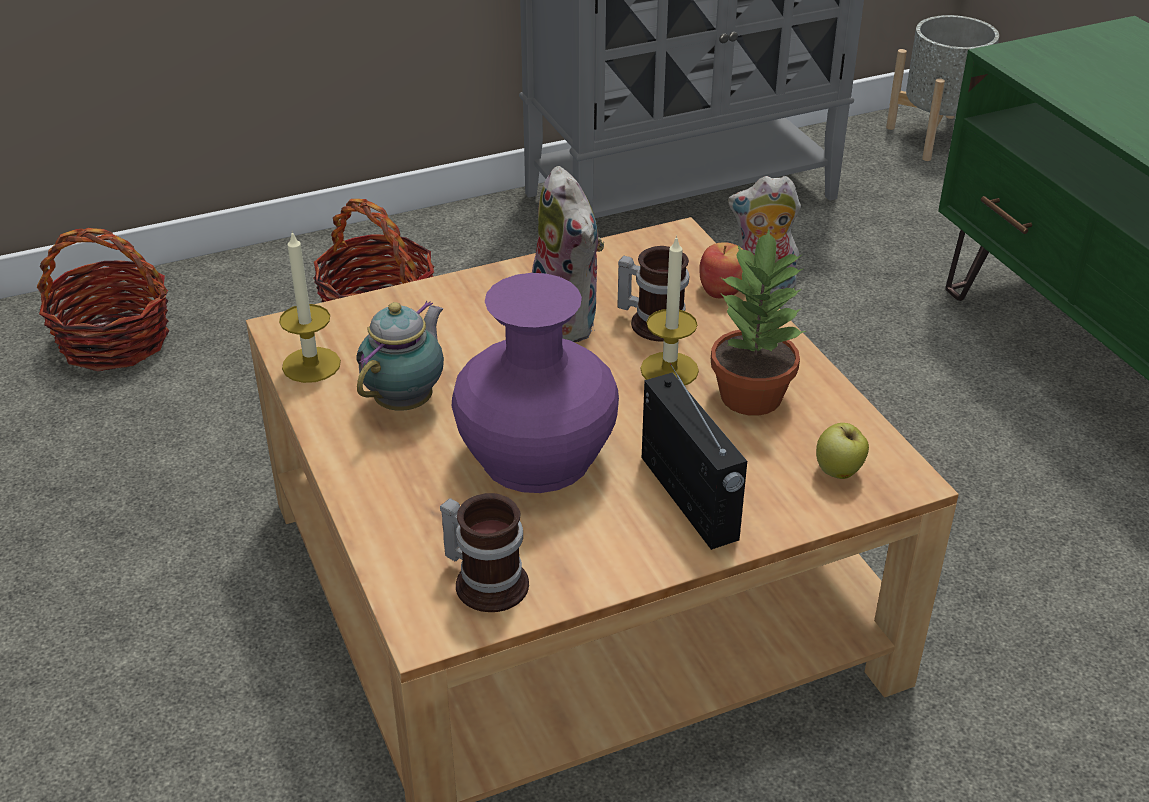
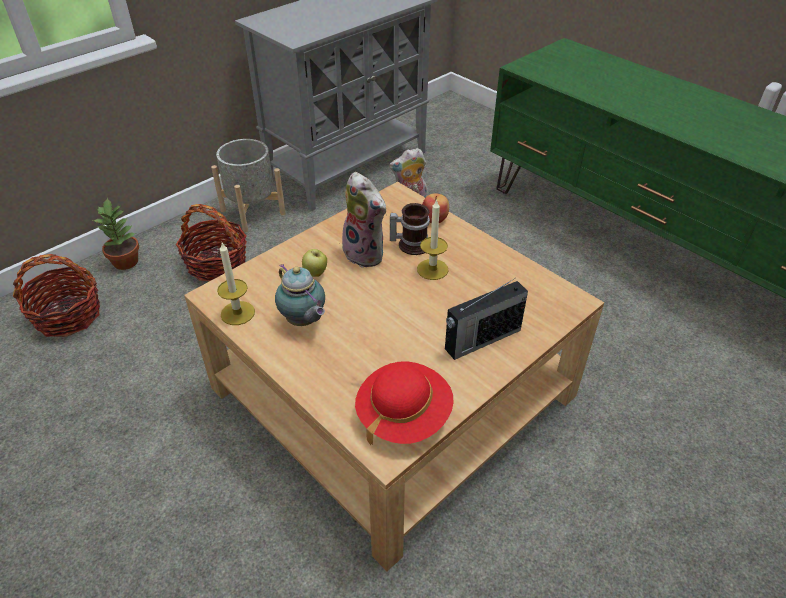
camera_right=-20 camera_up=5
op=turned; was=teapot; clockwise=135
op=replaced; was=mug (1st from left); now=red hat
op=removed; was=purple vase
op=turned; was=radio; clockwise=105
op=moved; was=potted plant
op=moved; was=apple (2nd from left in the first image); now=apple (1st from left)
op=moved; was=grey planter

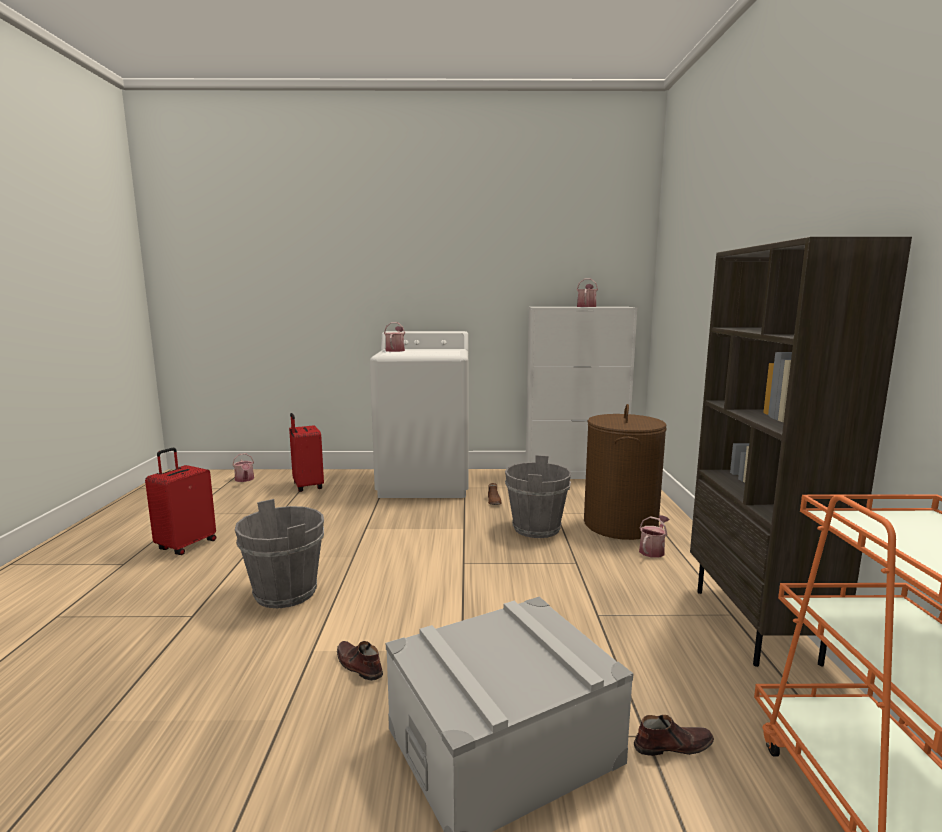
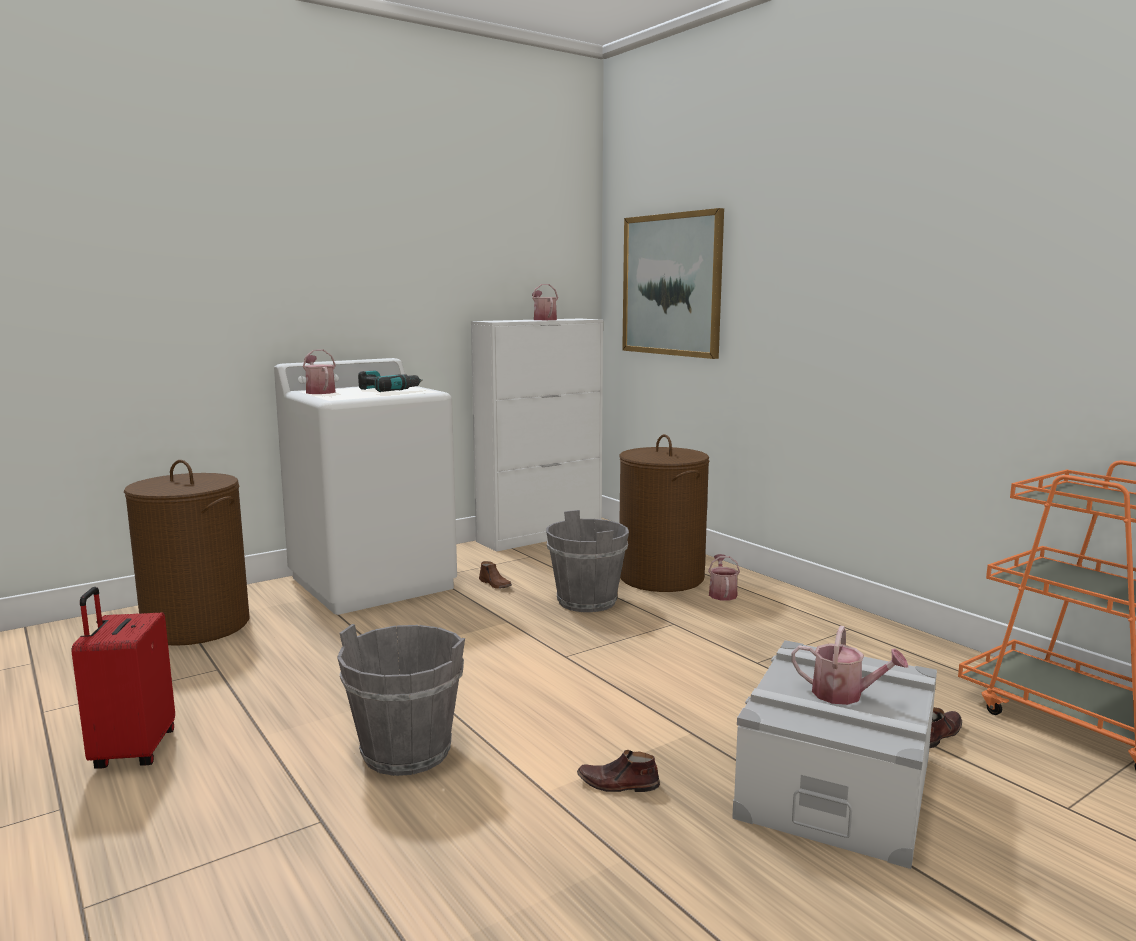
camera_right=-35 camera_up=0
op=moved; was=watering can (1st from left in the first image); now=watering can (4th from left)
op=replaced; was=red suitcase (2nd from left); now=brown laundry basket (1st from left)
op=removed; was=brown bookcase
op=added; now=power drill
op=added; now=picture

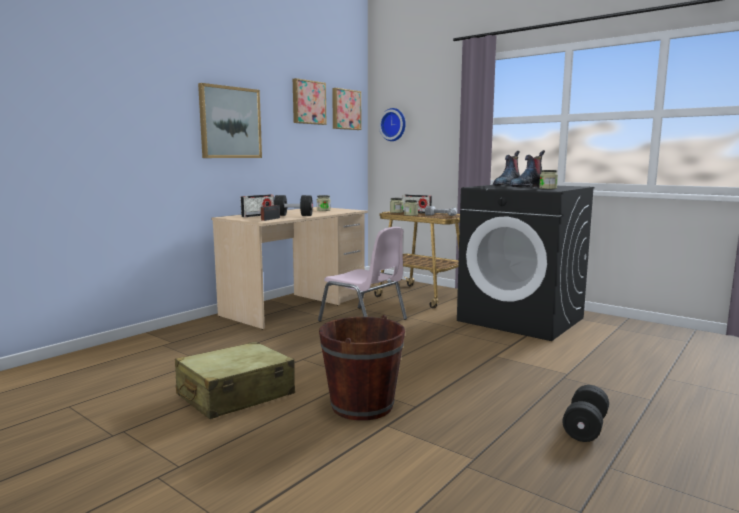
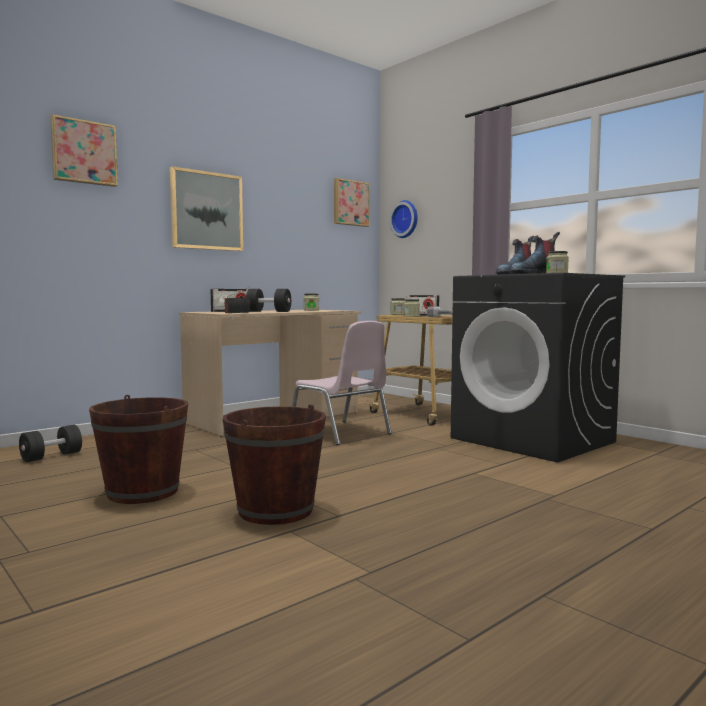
camera_right=10 camera_up=-5
op=replaced; was=beige suitcase; now=brown bucket (1st from left)
op=moved; was=picture (2nd from left in the first image); now=picture (1st from left)
op=moved; was=black dumbbell (2nd from left in the first image); now=black dumbbell (1st from left)

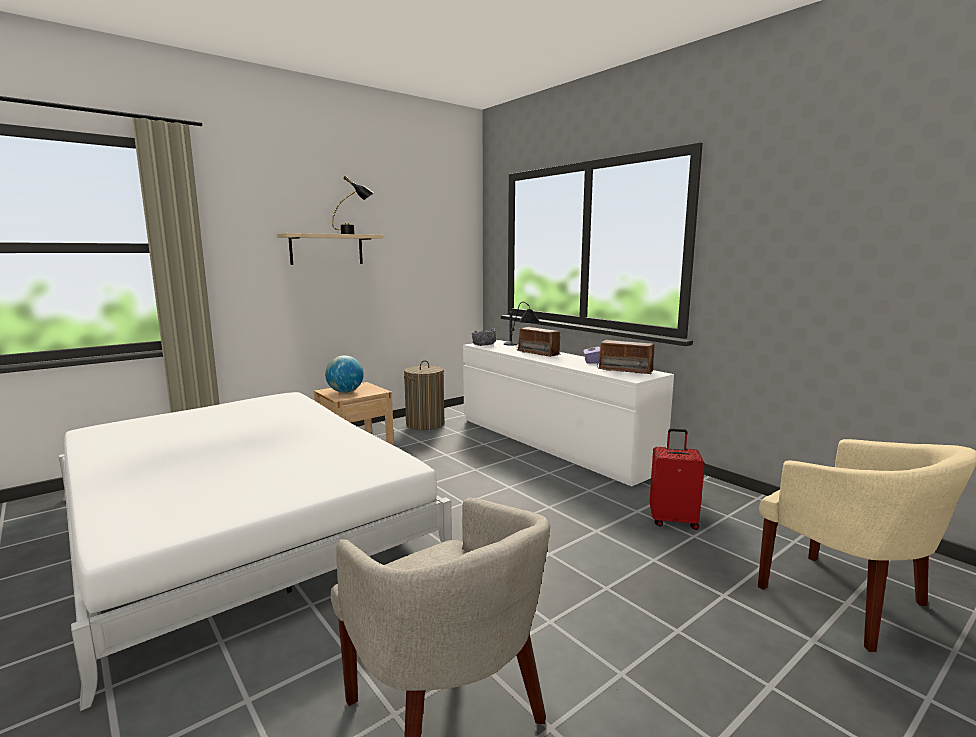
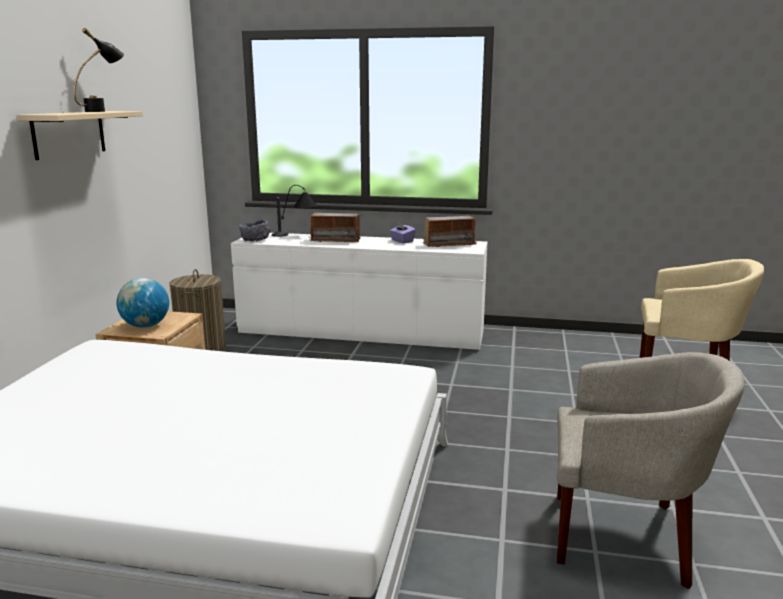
camera_right=-40 camera_up=5
op=removed; was=red suitcase

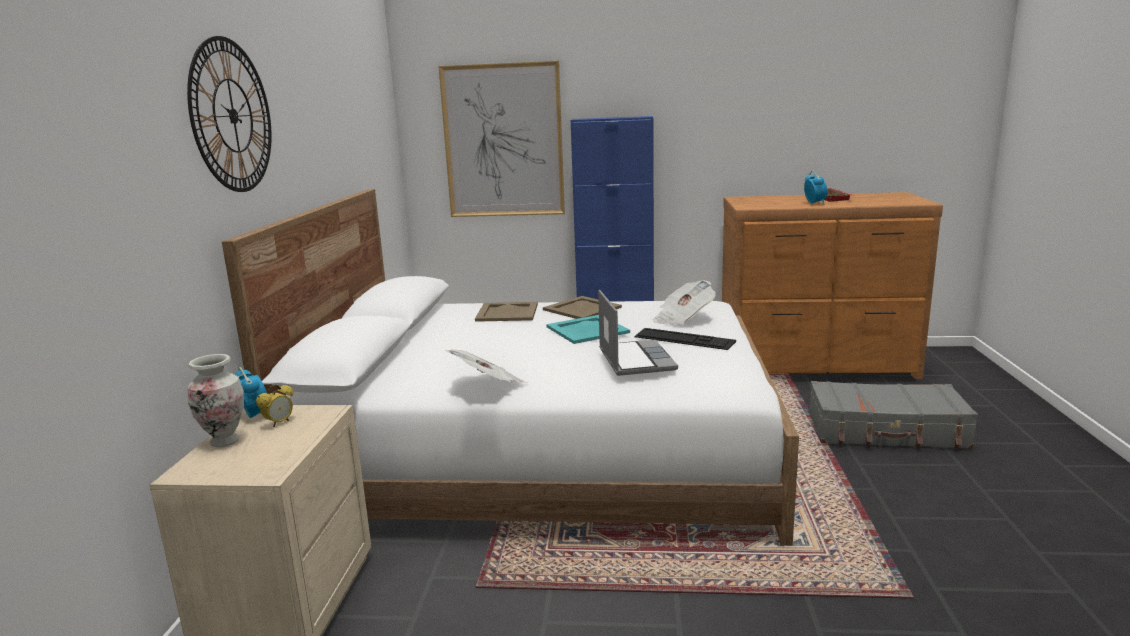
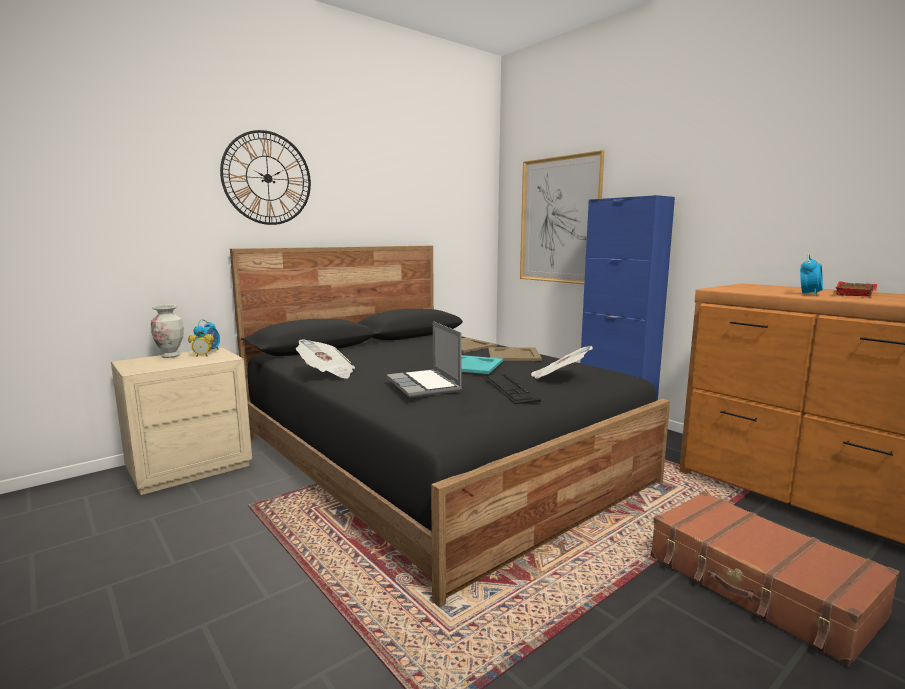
camera_right=45 camera_up=-5
op=recoloured; was=white bed; now=black bed
op=turned; was=laptop; clockwise=120
op=recoloured; was=grey suitcase; now=brown suitcase

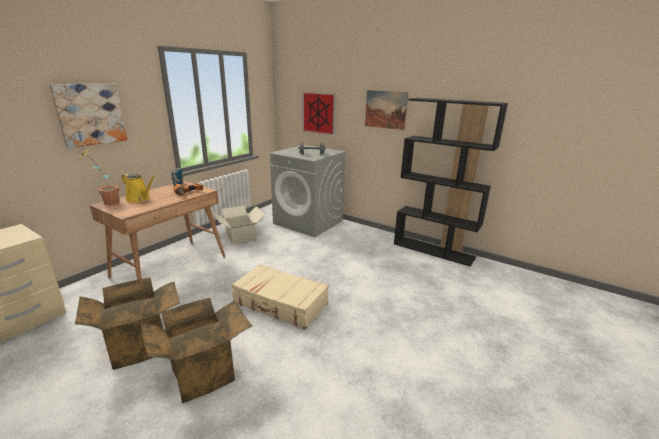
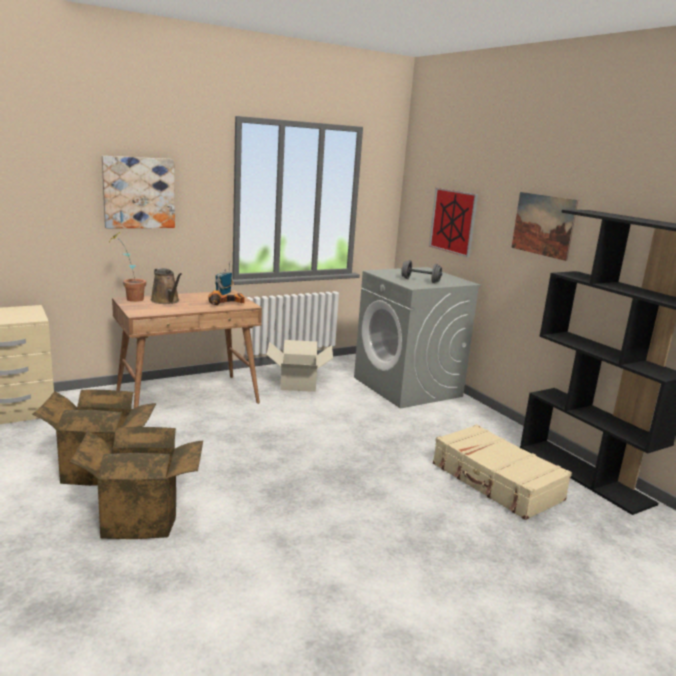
camera_right=25 camera_up=-5
op=recoloured; was=yellow watering can; now=brown watering can
op=moved; was=beige suitcase

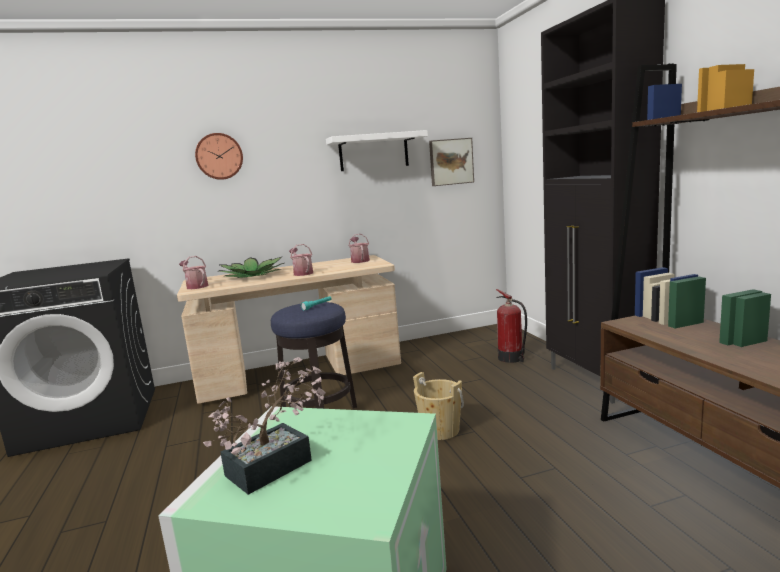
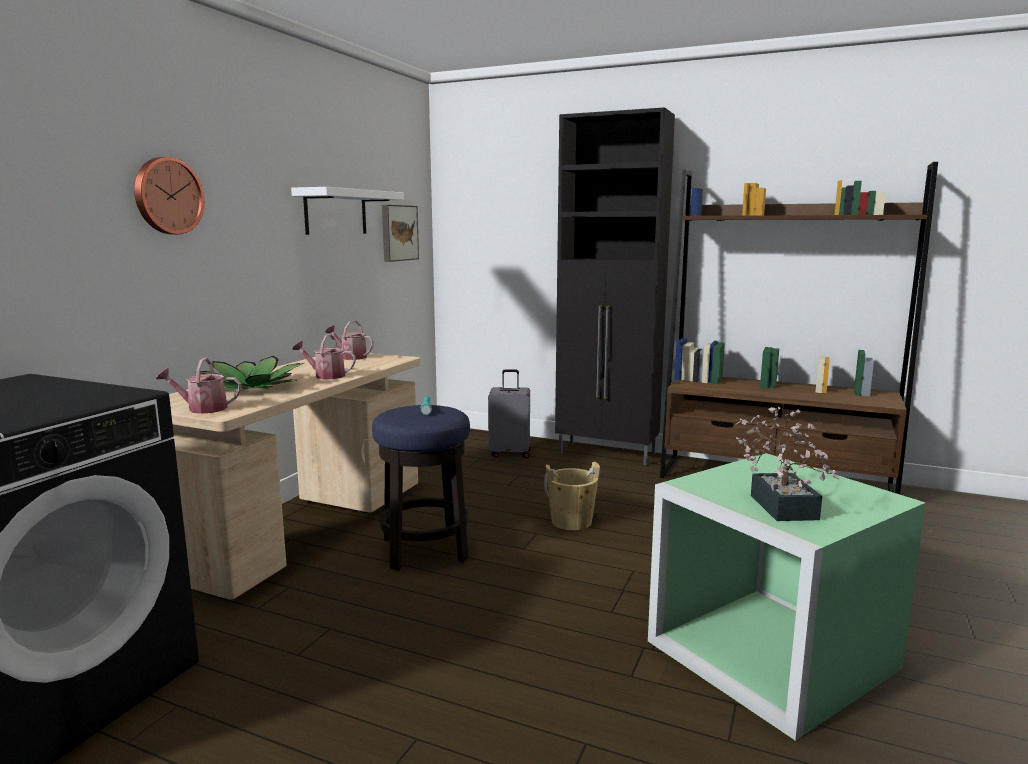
camera_right=-50 camera_up=0
op=replaced; was=fire extinguisher; now=grey suitcase

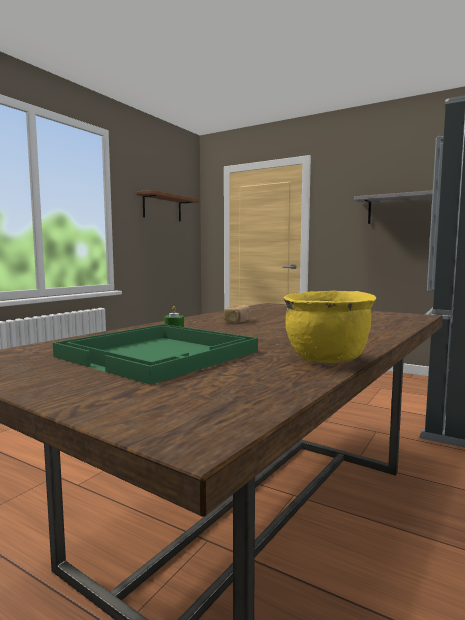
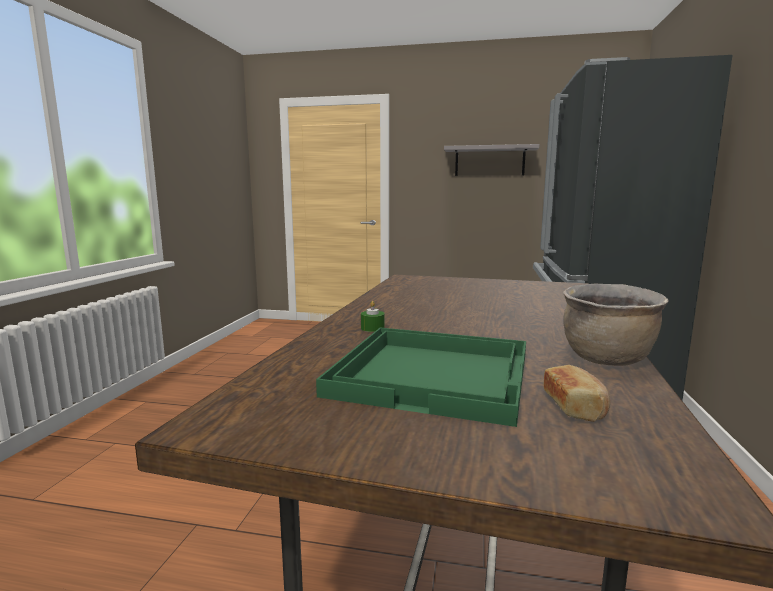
camera_right=-20 camera_up=5
op=removed; was=brown shelf
op=moved; was=bread
op=recoloured; was=yellow cooking pot; now=brown cooking pot

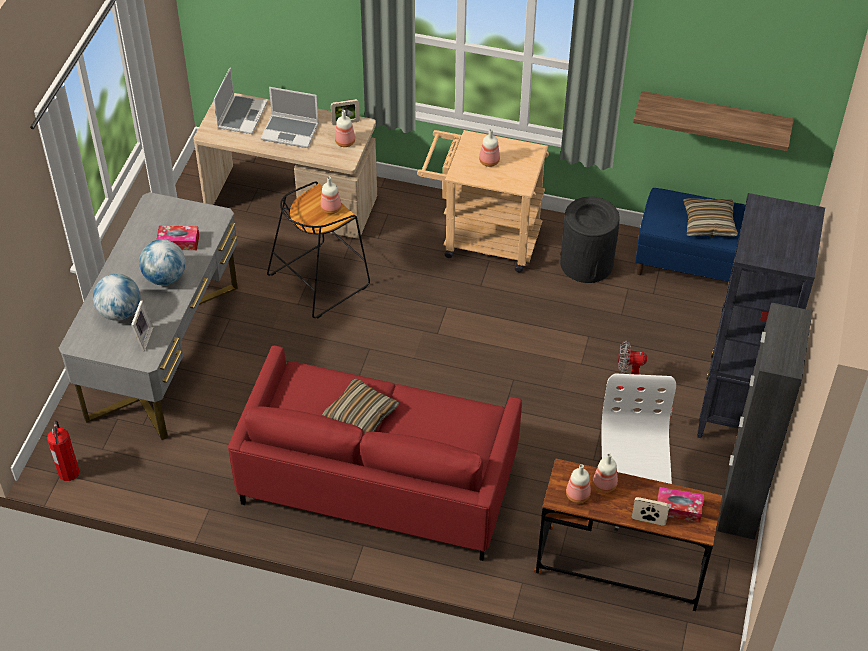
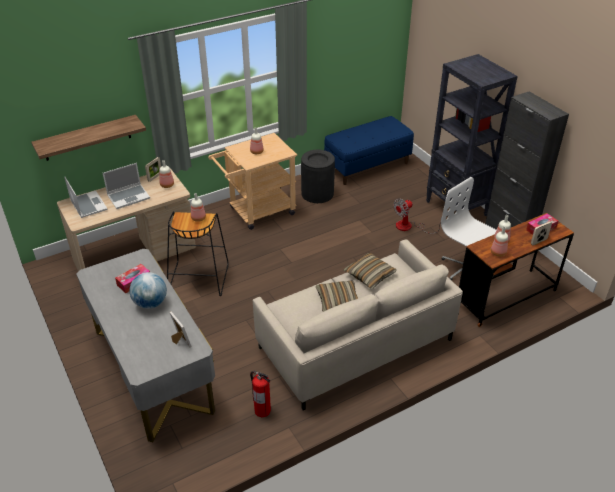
camera_right=-45 camera_up=-10
op=moved; was=fire extinguisher
op=removed; was=globe (1st from left)
op=recoloured; was=red sofa; now=beige sofa
op=moved; was=shelf
op=moved; was=pillow (2nd from left)

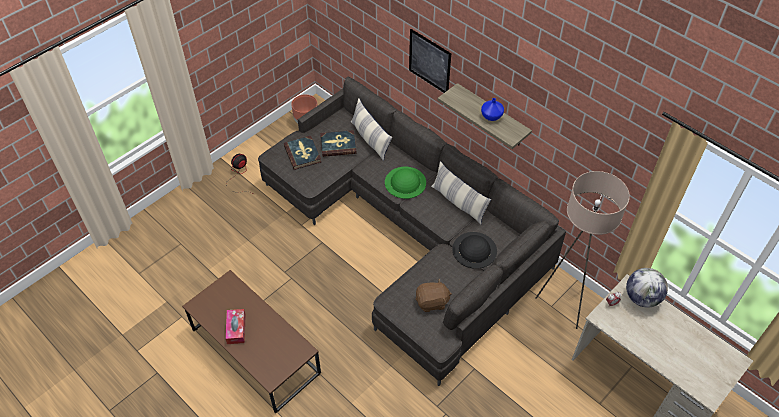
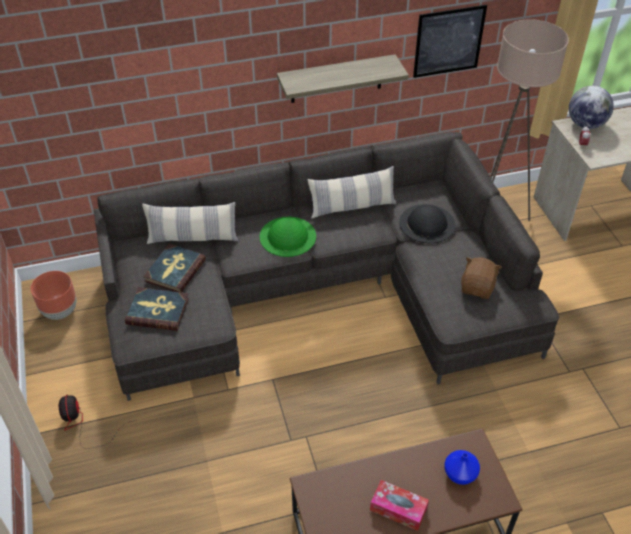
camera_right=-60 camera_up=-5
op=moved; was=picture
op=moved; was=blue vase

